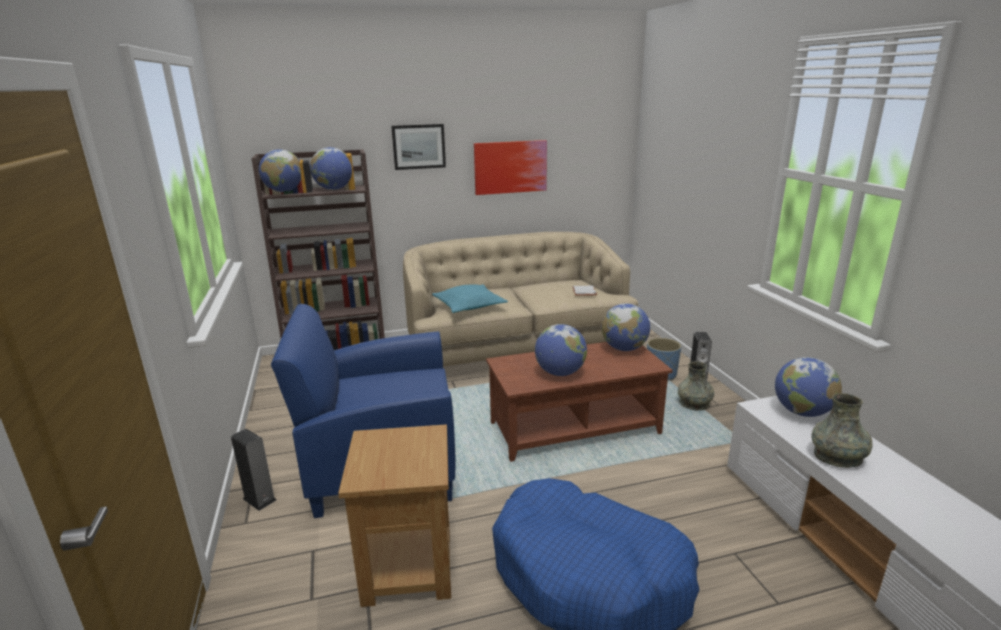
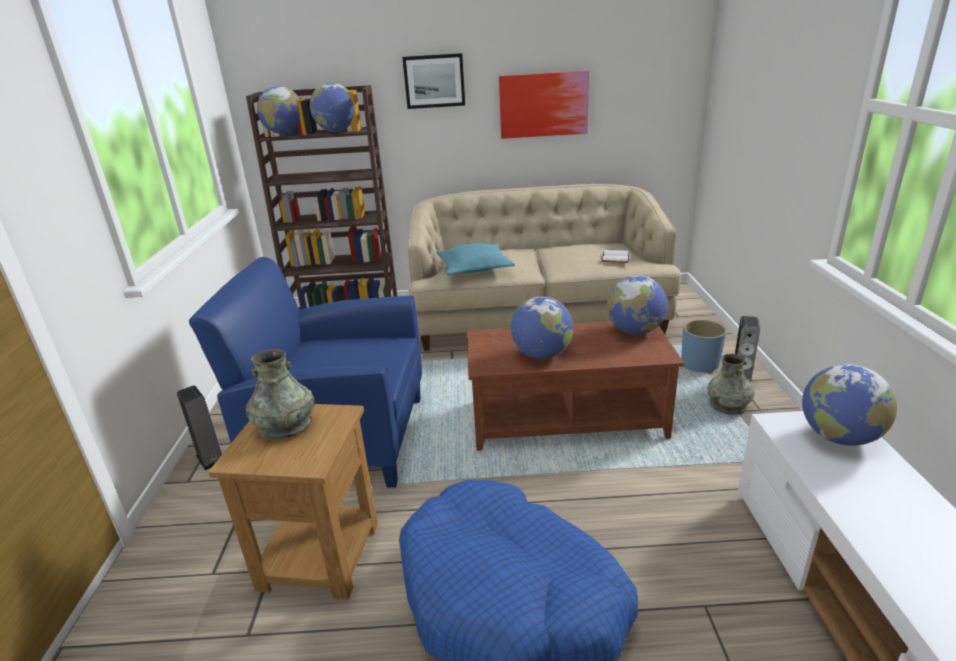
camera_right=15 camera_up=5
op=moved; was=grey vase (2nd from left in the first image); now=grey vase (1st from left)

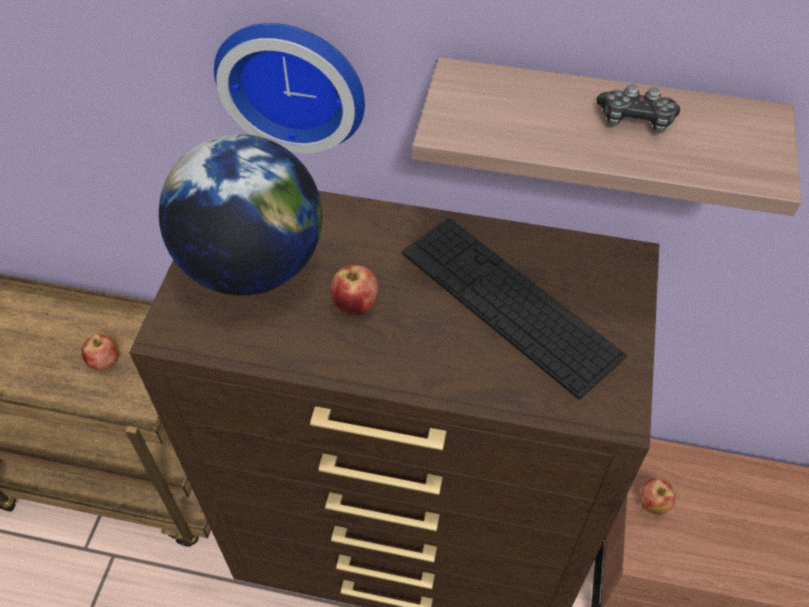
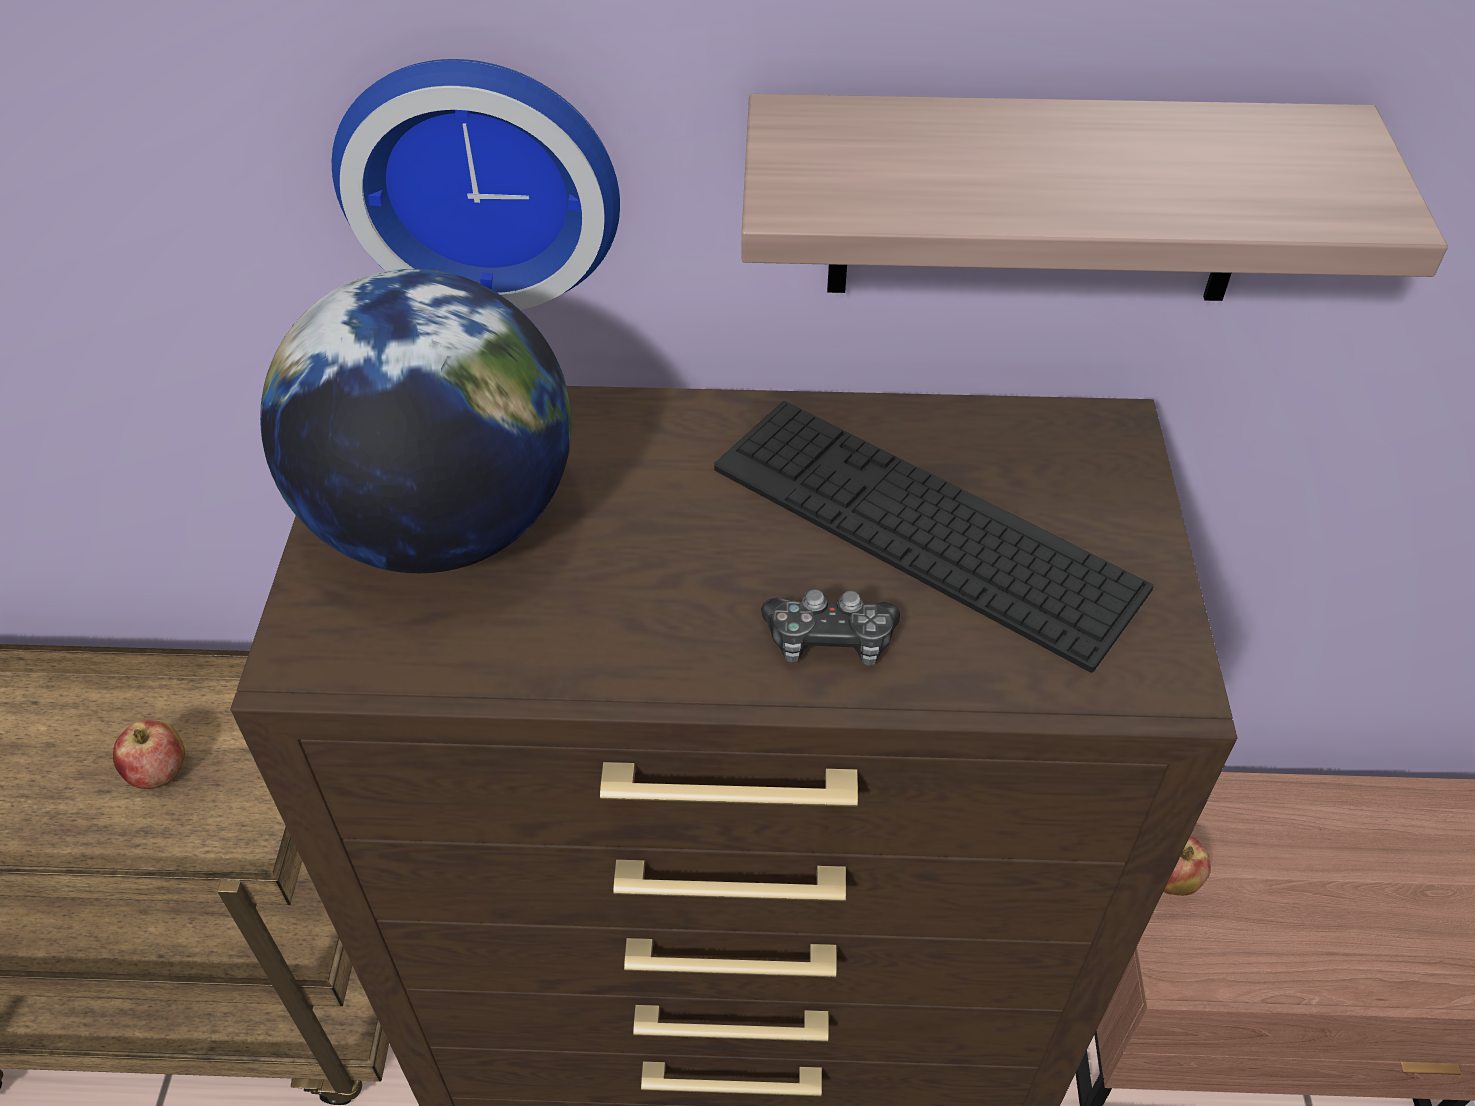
camera_right=-10 camera_up=-5
op=removed; was=apple (2nd from left)
op=moved; was=game controller

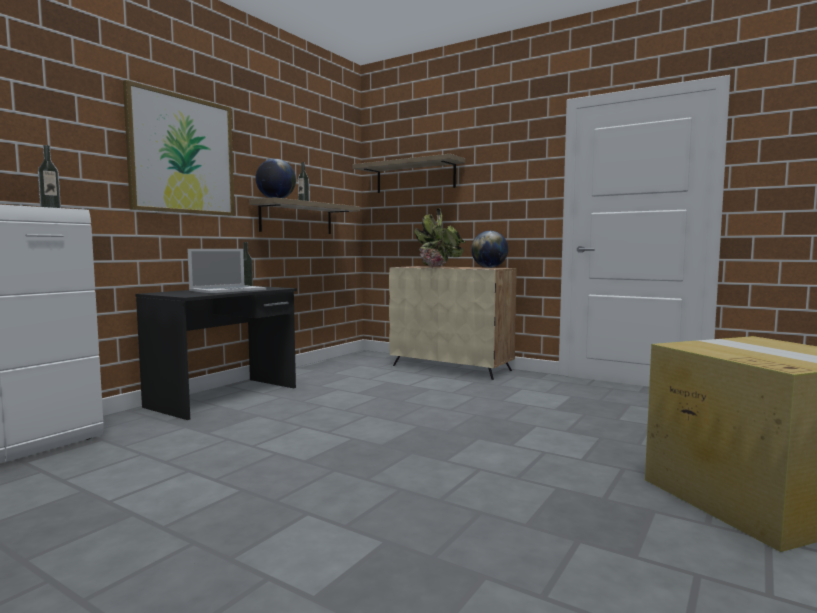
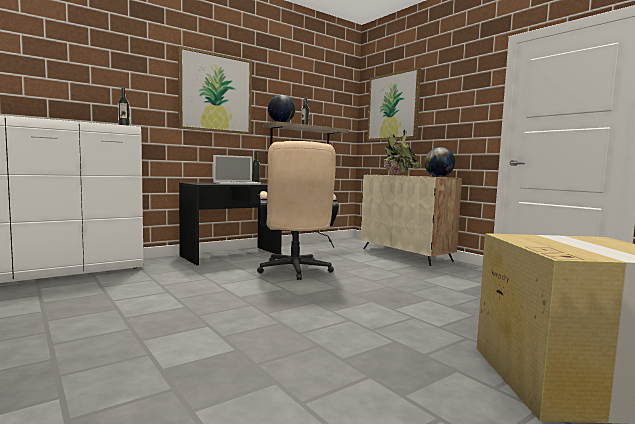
camera_right=20 camera_up=0
op=replaced; was=shelf (2nd from left); now=picture (2nd from left)
op=added; now=beige office chair

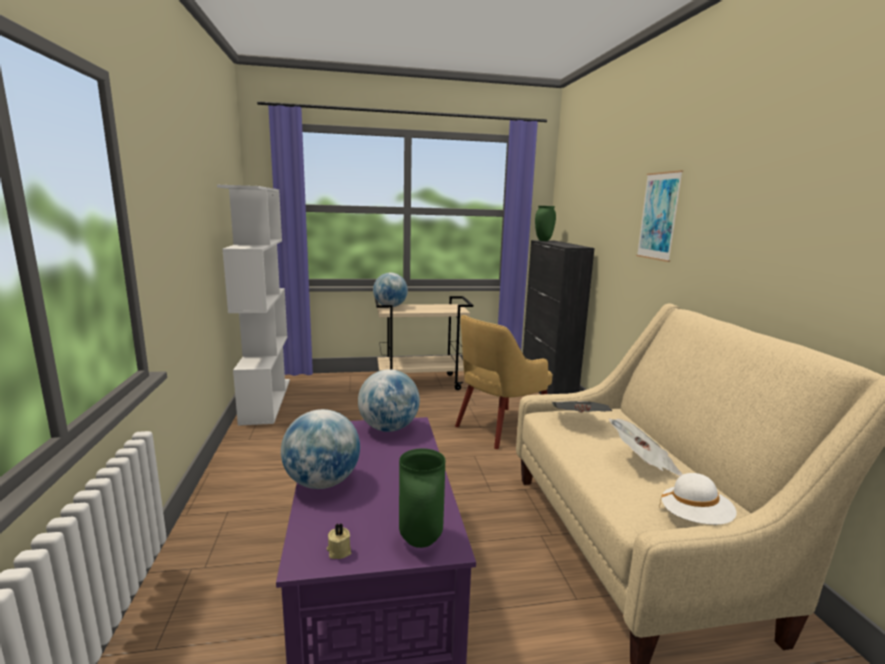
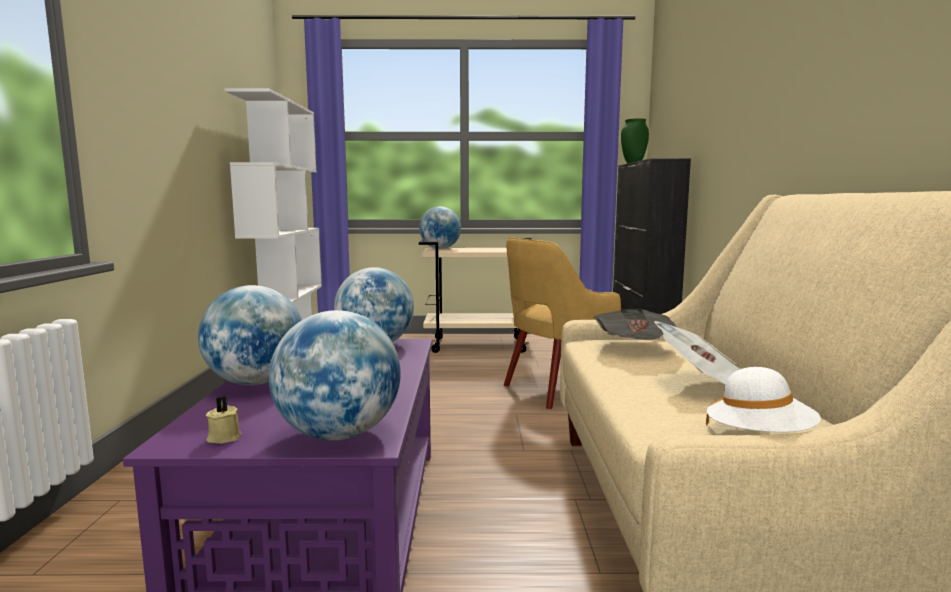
camera_right=10 camera_up=-5
op=replaced; was=green vase (1st from left); now=globe (2nd from left)
op=removed; was=picture

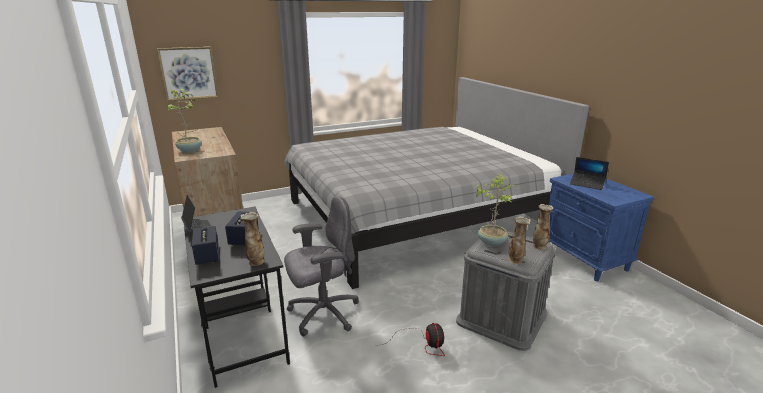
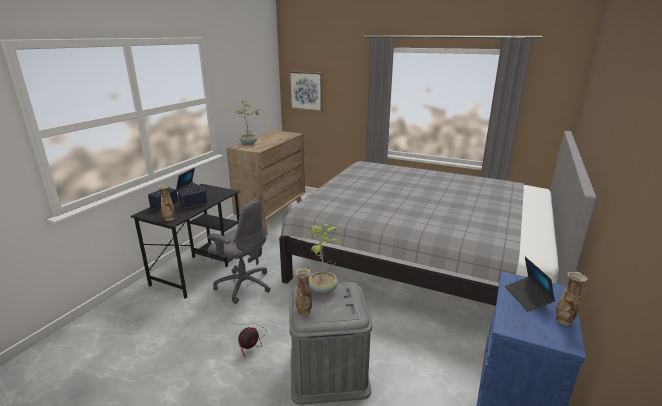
camera_right=50 camera_up=0
op=moved; was=vase (3rd from left)

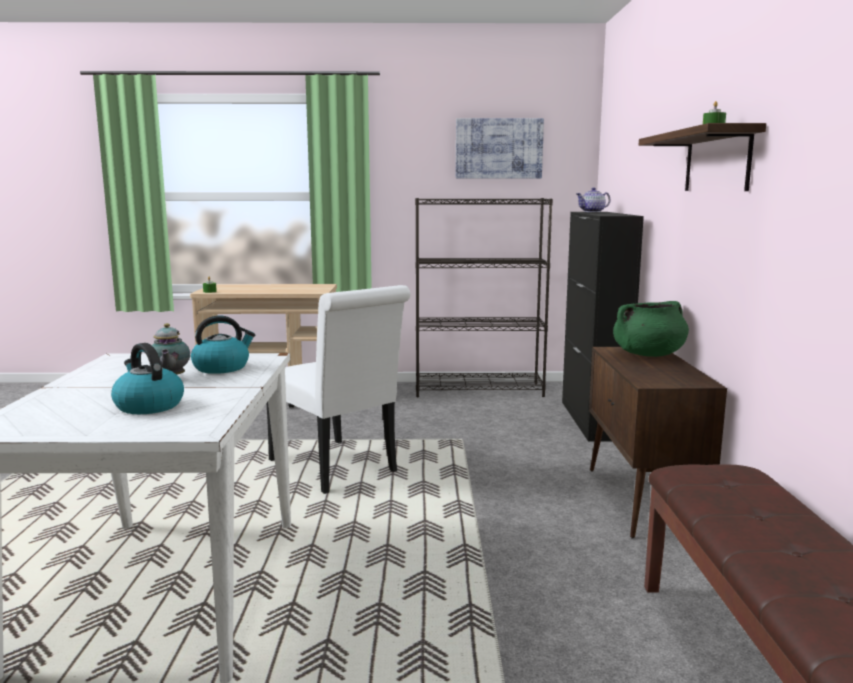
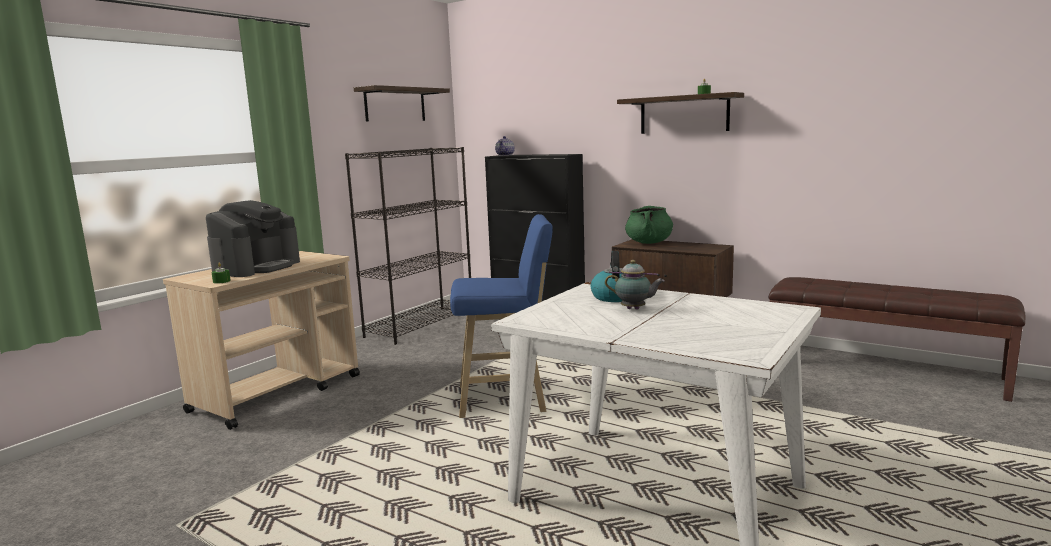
camera_right=-55 camera_up=0
op=removed; was=kettle (1st from left)
op=replaced; was=white chair; now=blue stool
op=replaced; was=picture; now=shelf (1st from left)
op=added; now=coffee machine

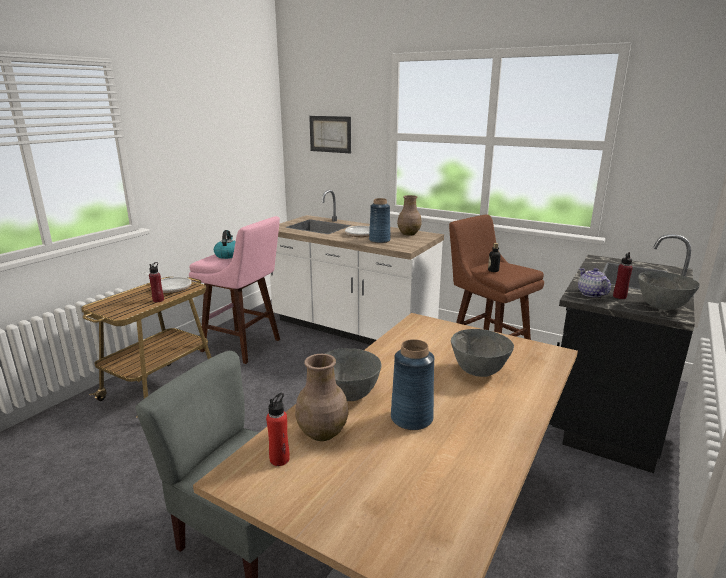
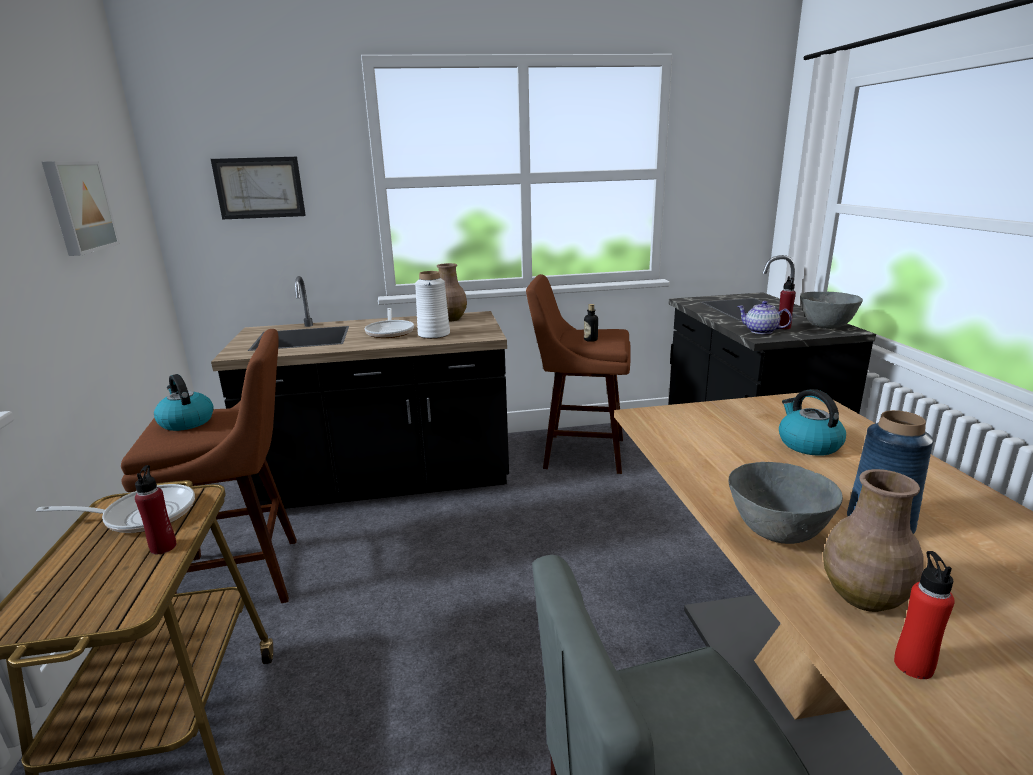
camera_right=-40 camera_up=0
op=recoloured; was=pink stool; now=brown stool (1st from left)
op=recoloured; was=white counter; now=black counter (1st from left)
op=recoloured; was=blue vase (1st from left); now=white vase
op=replaced; was=grey bowl (2nd from left); now=kettle (2nd from left)
op=added; now=picture (1st from left)

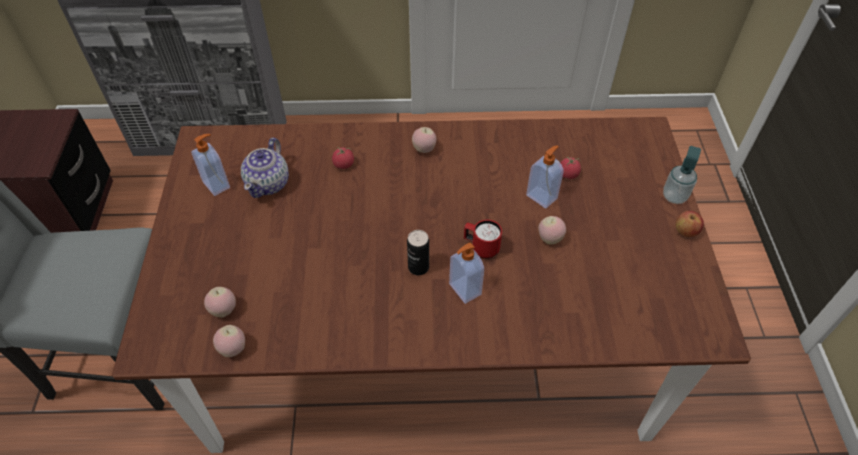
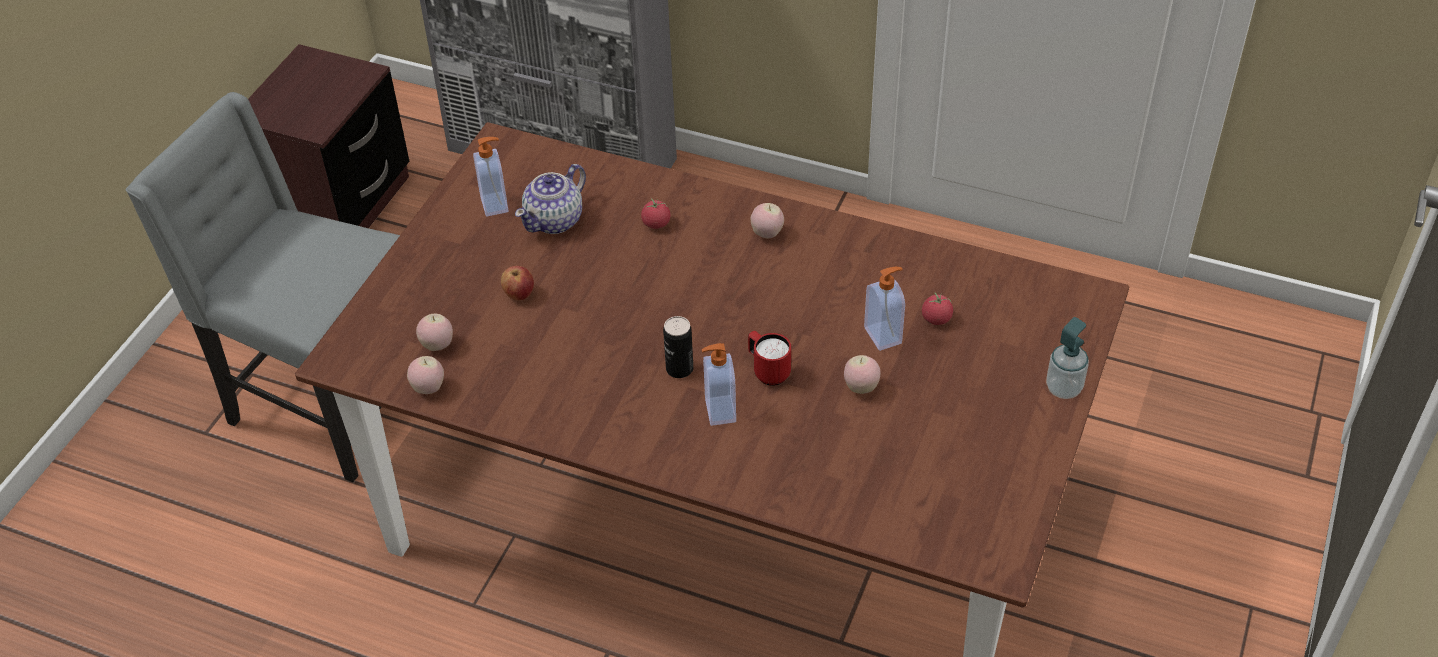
camera_right=25 camera_up=-5
op=moved; was=apple (5th from left in the first image); now=apple (3rd from left)

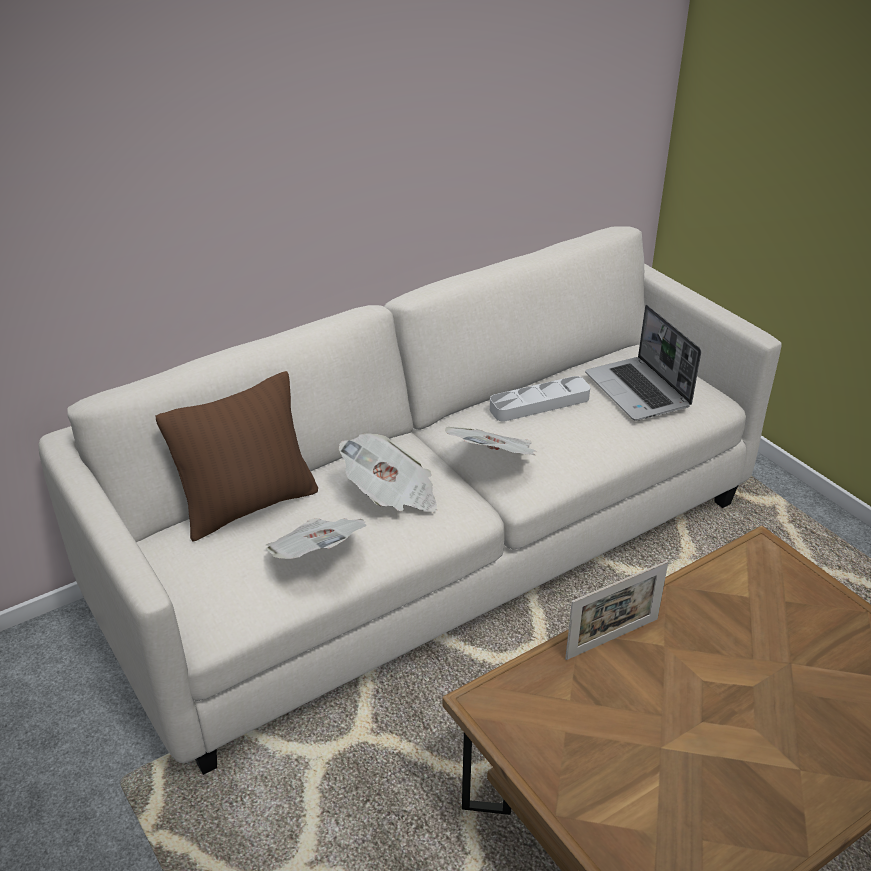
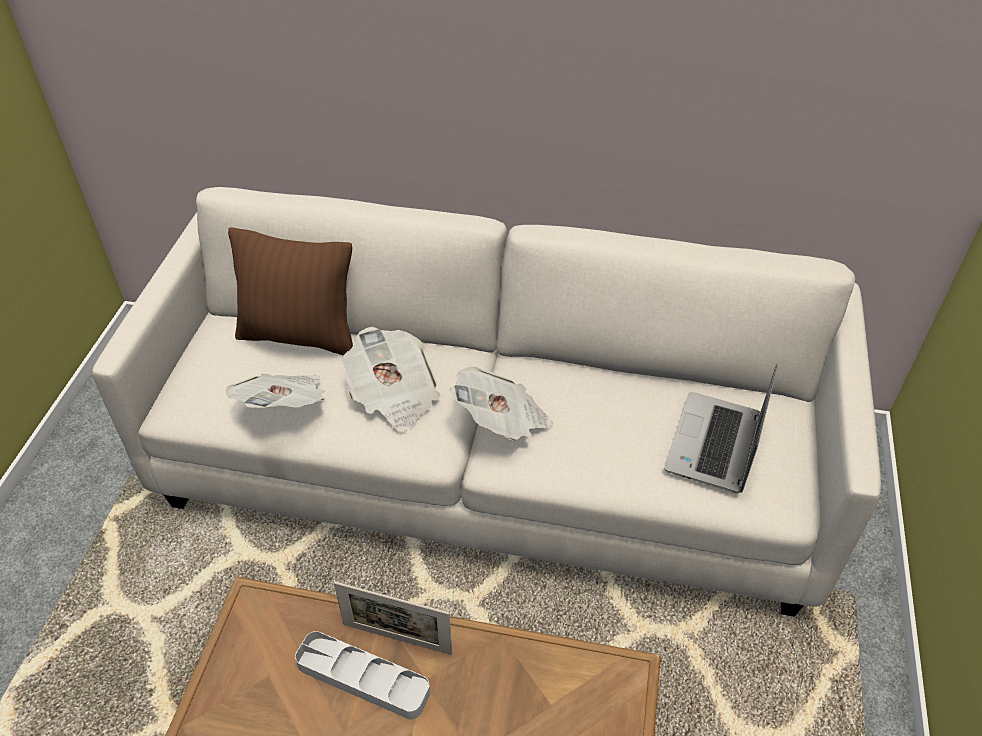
camera_right=45 camera_up=10
op=moved; was=grey tray

